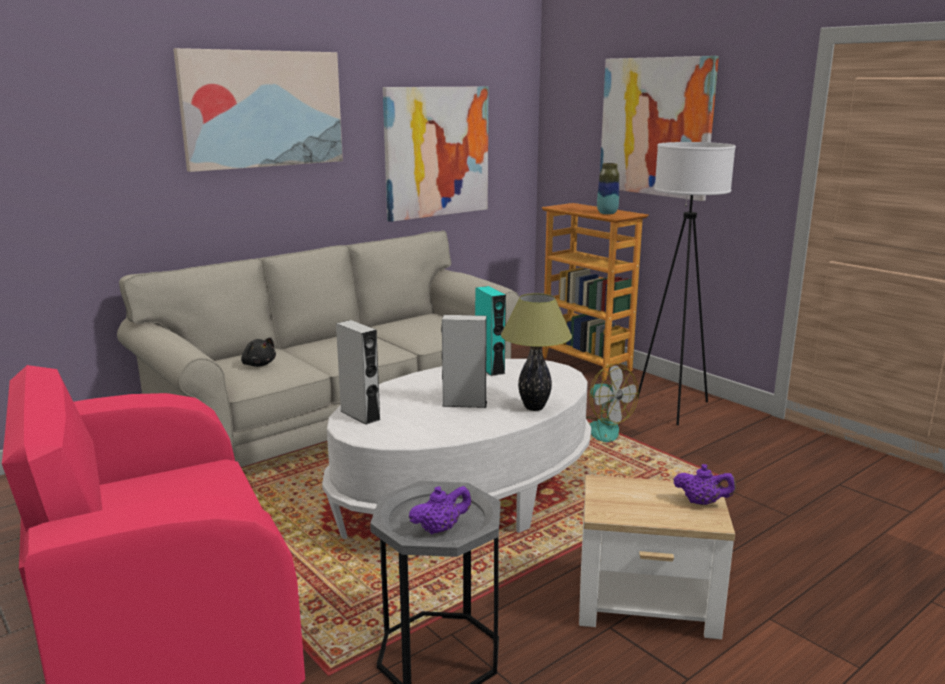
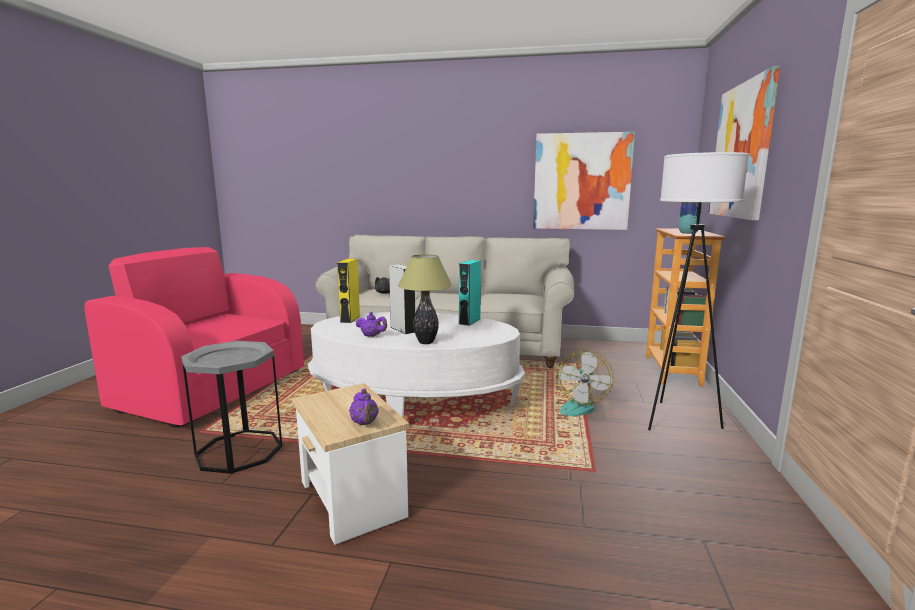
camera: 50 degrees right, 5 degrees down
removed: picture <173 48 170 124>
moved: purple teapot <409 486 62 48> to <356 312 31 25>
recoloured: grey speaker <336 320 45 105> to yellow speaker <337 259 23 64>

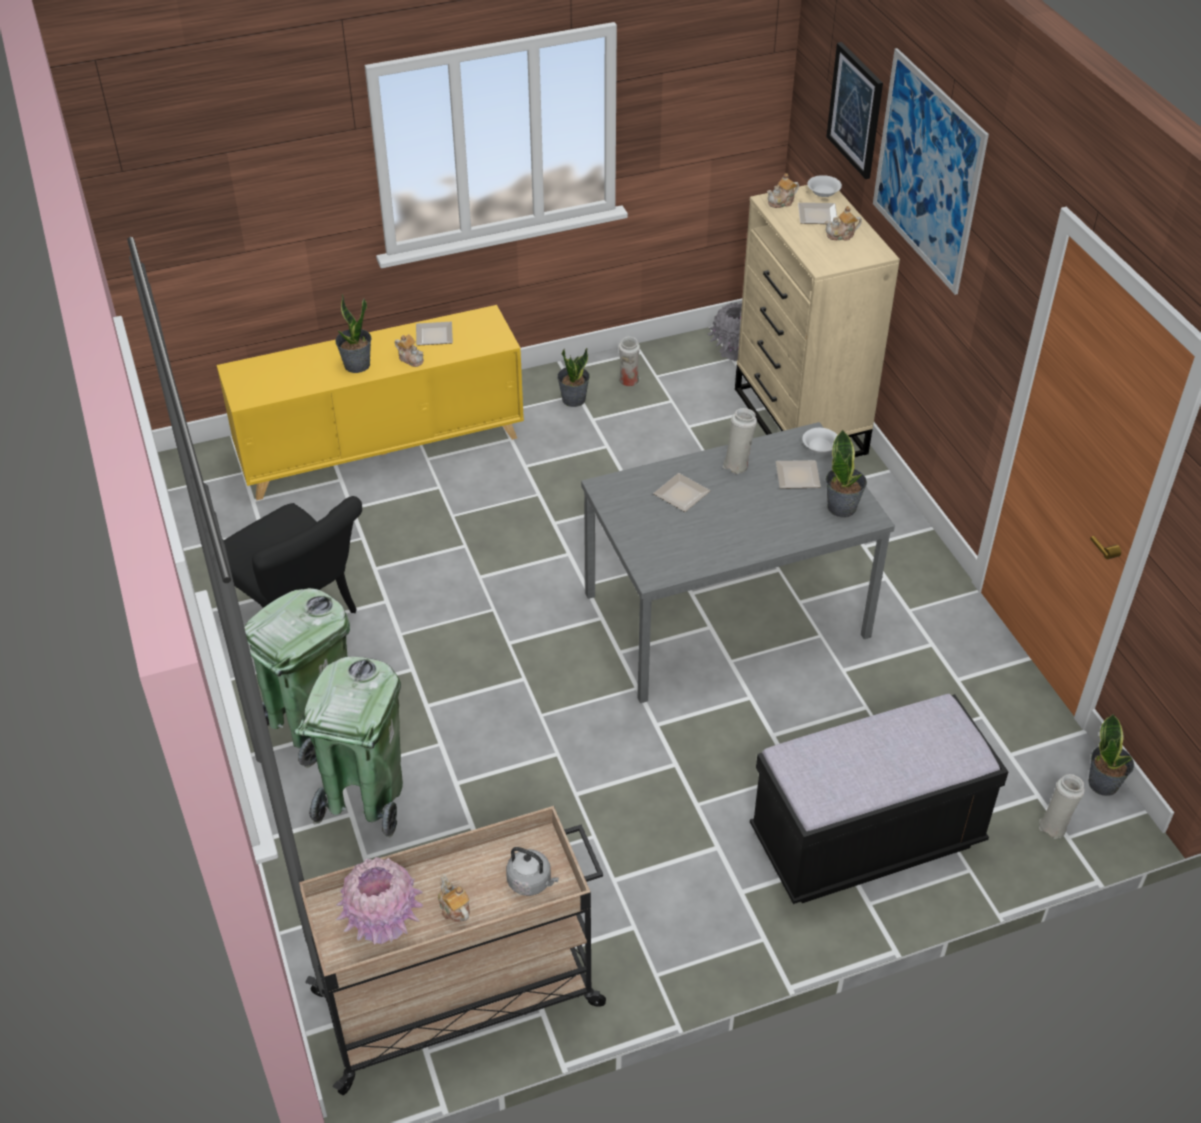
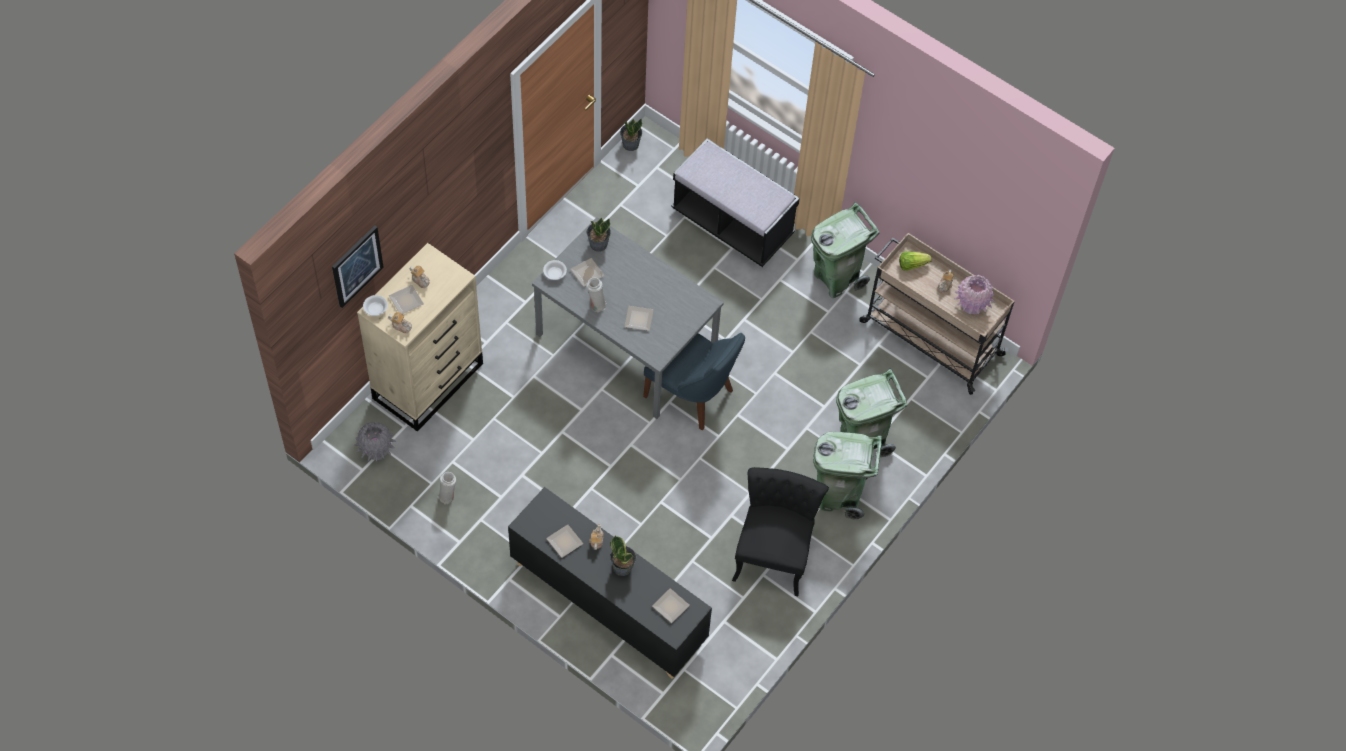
camera: 125 degrees left, 15 degrees up
removed: potted plant <557 348 33 59>; picture <873 48 116 247>; white vase <1039 774 46 65>
added: blue chair <643 333 102 97>; plate <652 588 38 35>; green trash can <811 202 68 96>
replaced: grey kettle <506 847 53 49> to lettuce <899 251 33 20>
recoloured: yellow cabinet <217 305 307 195> to black cabinet <508 487 204 192>

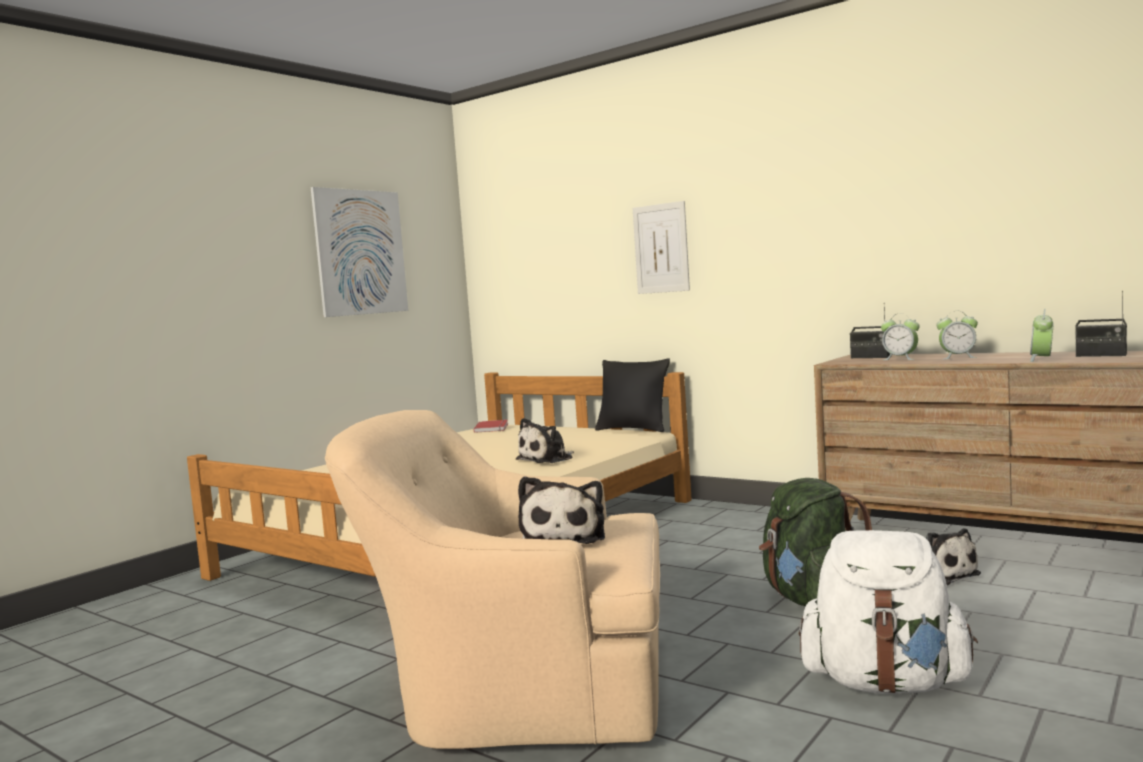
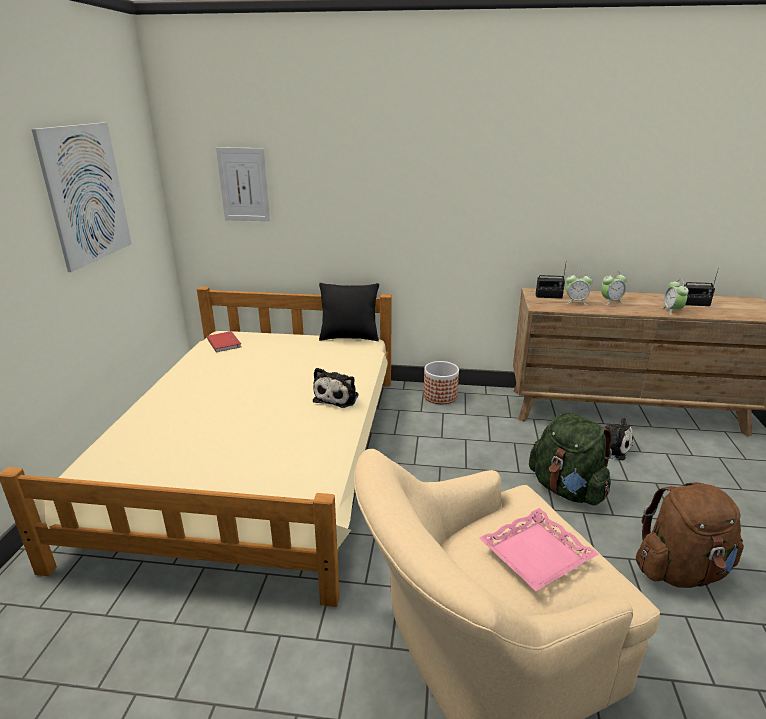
camera: 30 degrees left, 20 degrees up
added: planter <423 361 36 43>
moved: picture <633 201 57 93> to <216 147 54 74>
replaced: plush toy <518 476 87 68> to pink tray <479 508 120 83>
recoloured: white backpack <799 530 179 164> to brown backpack <636 482 108 106>

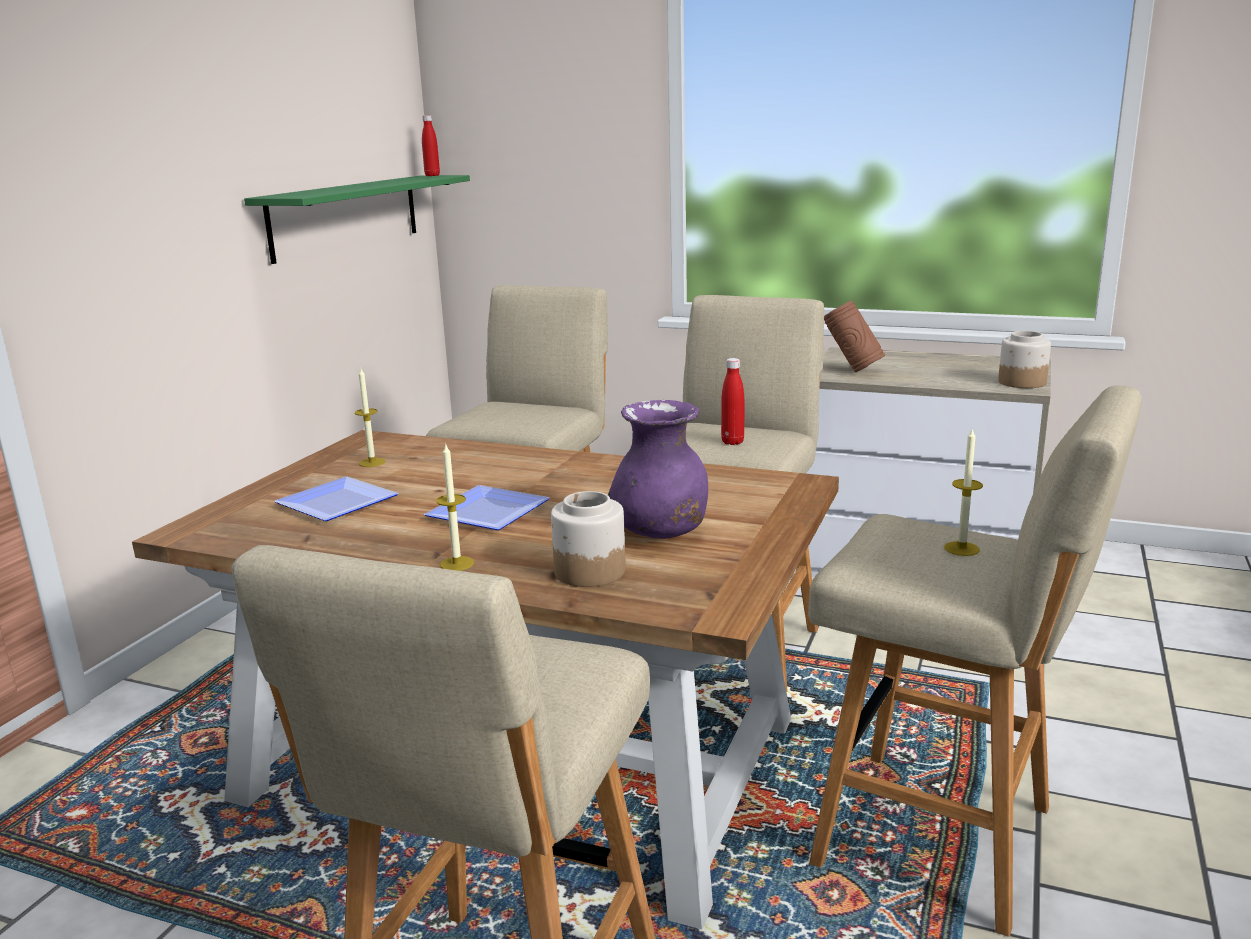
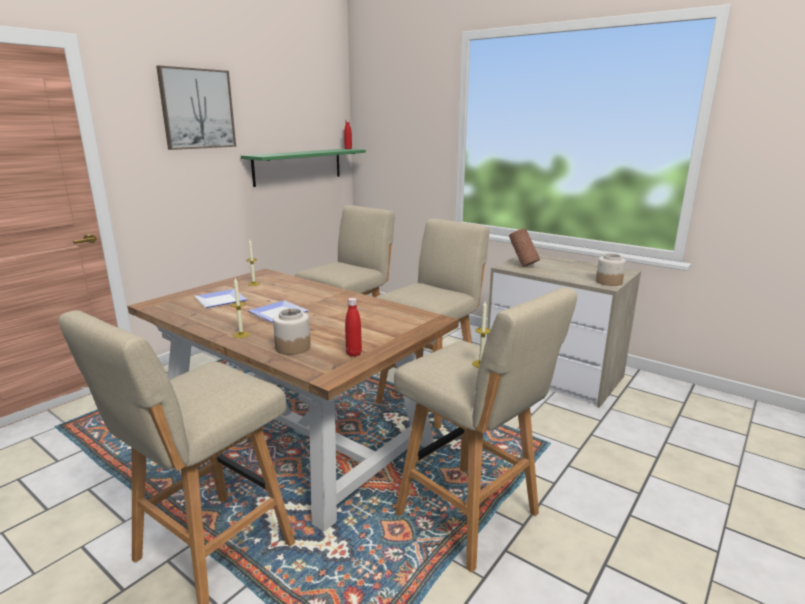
camera: 15 degrees right, 0 degrees up
removed: purple vase <608 400 100 139>
added: picture <156 65 80 85>
moved: red bottle <721 358 23 87> to <345 298 17 59>

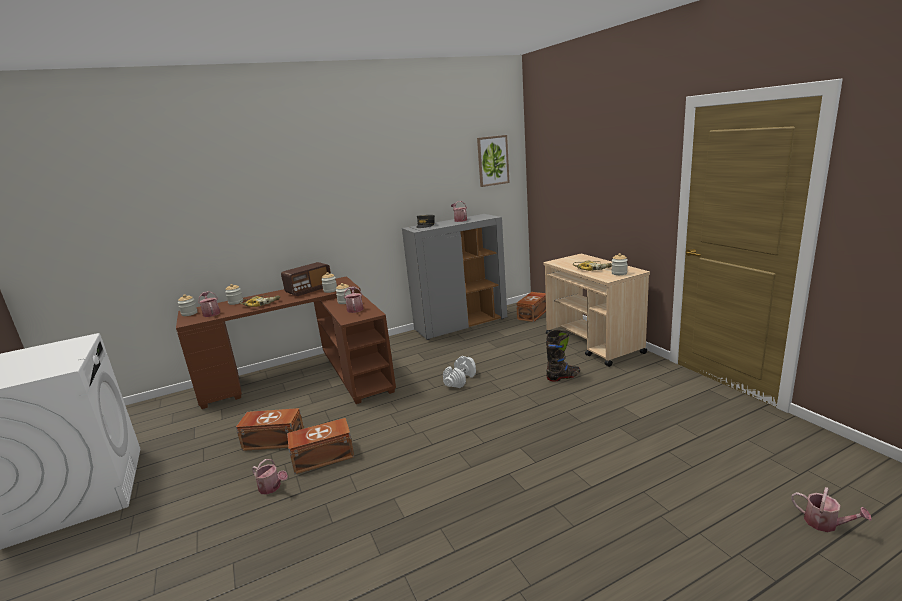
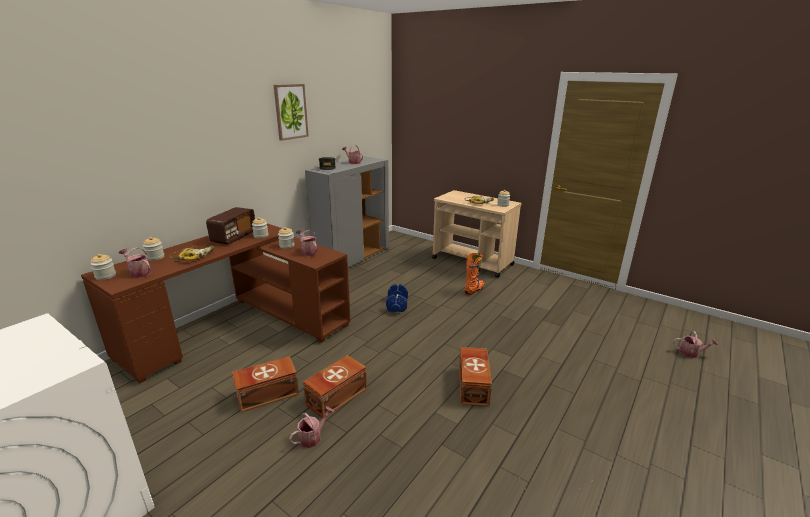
camera: 30 degrees left, 5 degrees up
moved: picture <477 135 32 52> to <274 84 35 57>; brown storage box <516 292 30 30> to <459 347 33 59>
recoloured: white dumbbell <443 356 33 32> to blue dumbbell <386 284 22 28>; black boot <546 330 34 52> to orange boot <465 253 19 42>
turned: watering can <252 459 36 36> = <289 406 45 42> 45 degrees counterclockwise

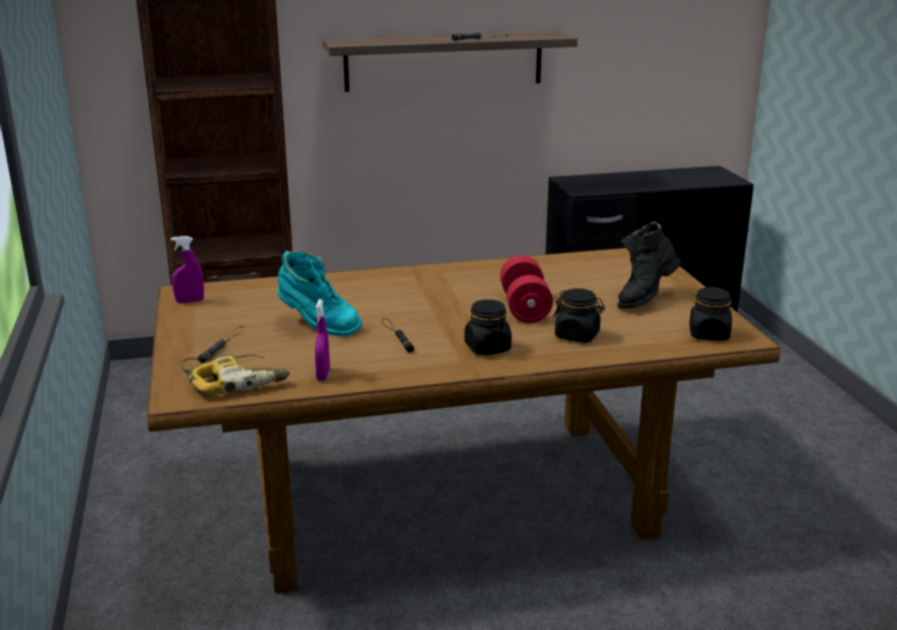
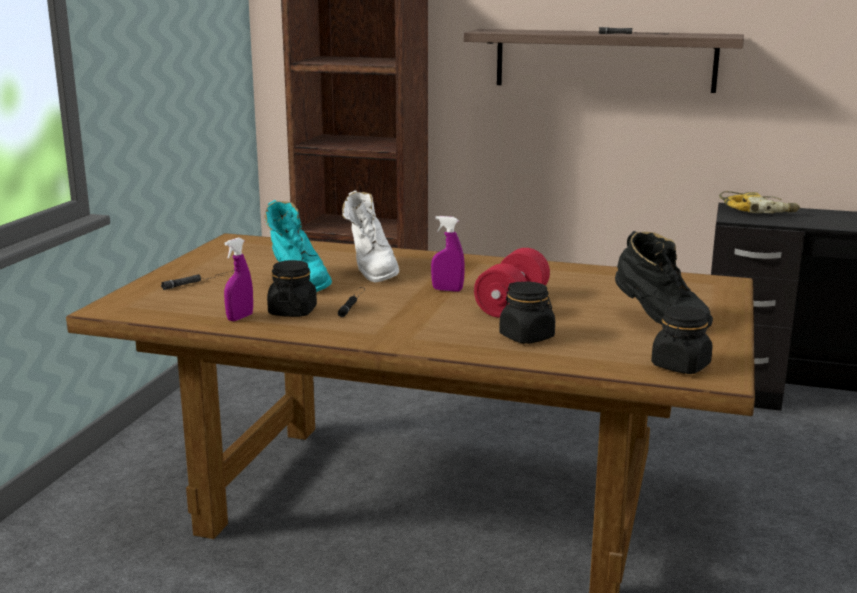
camera: 30 degrees right, 5 degrees down
added: white boot <342 190 57 93>
moved: black jar <465 299 47 56> to <267 260 50 57>; purple spray bottle <171 236 33 67> to <431 216 34 76>; power drill <180 353 110 41> to <719 191 81 22>
turned: black boot <617 221 64 87> = <615 231 98 97> 120 degrees counterclockwise

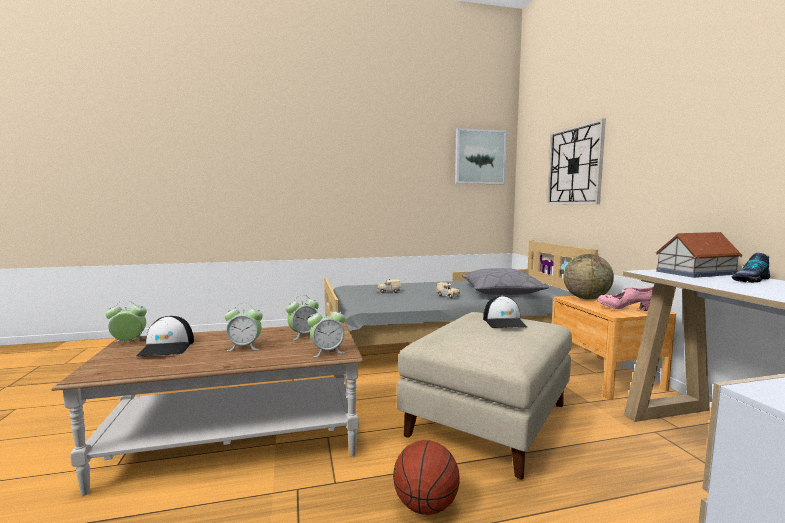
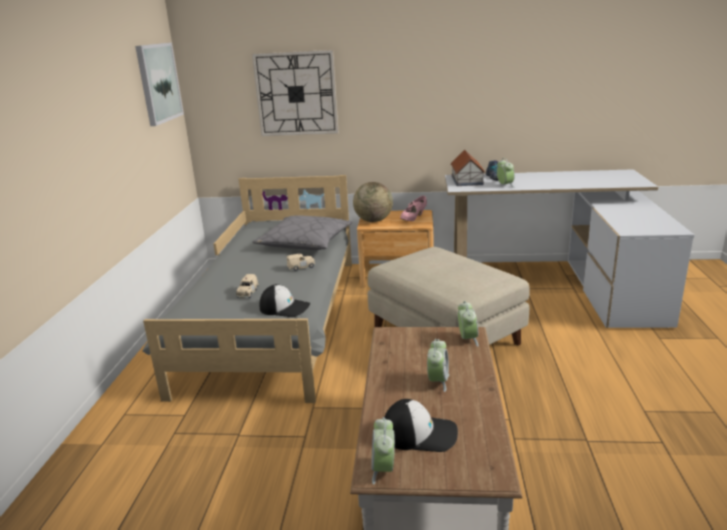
camera: 70 degrees left, 15 degrees up
removed: basketball <393 440 67 75>
moved: cap <483 296 44 32> to <259 284 51 33>; alarm clock <286 295 33 45> to <497 158 18 30>

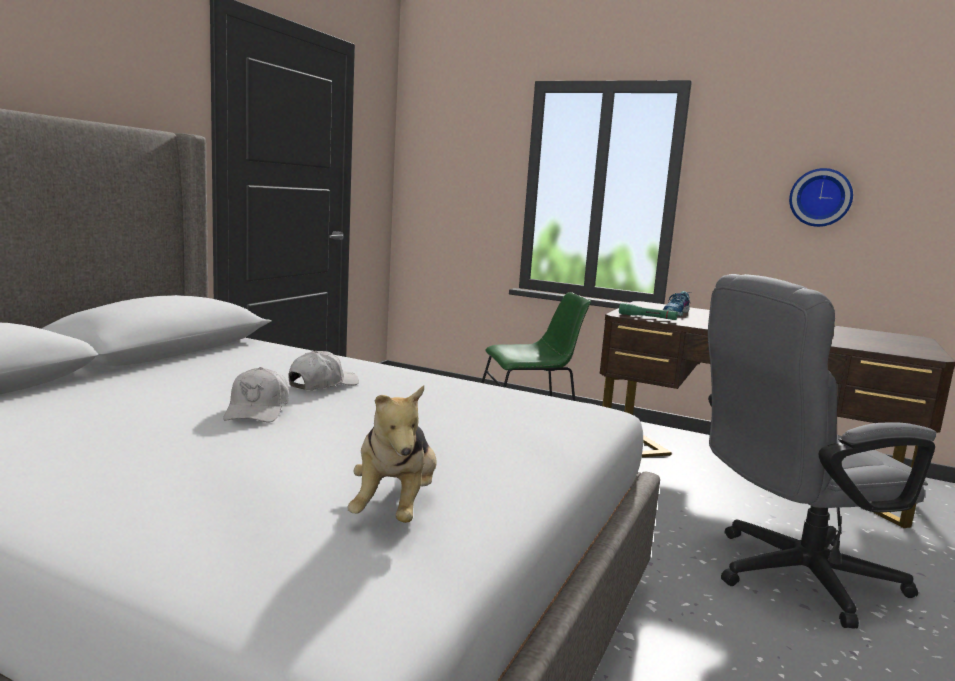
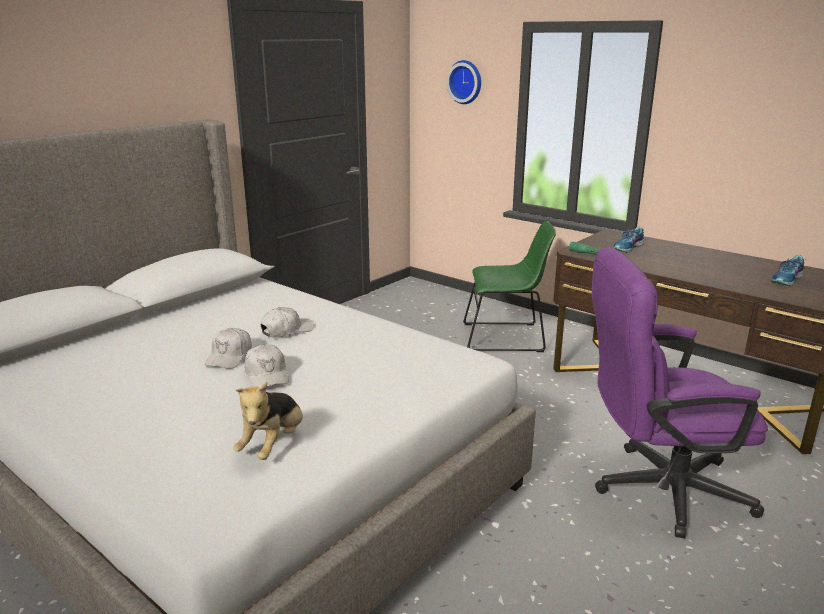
camera: 15 degrees right, 10 degrees up
added: white cap <245 344 44 43>; shoe <771 255 34 31>
moved: wall clock <789 168 64 59> to <446 60 35 44>
recoloured: grey office chair <708 274 228 355> to purple office chair <592 247 176 291>

